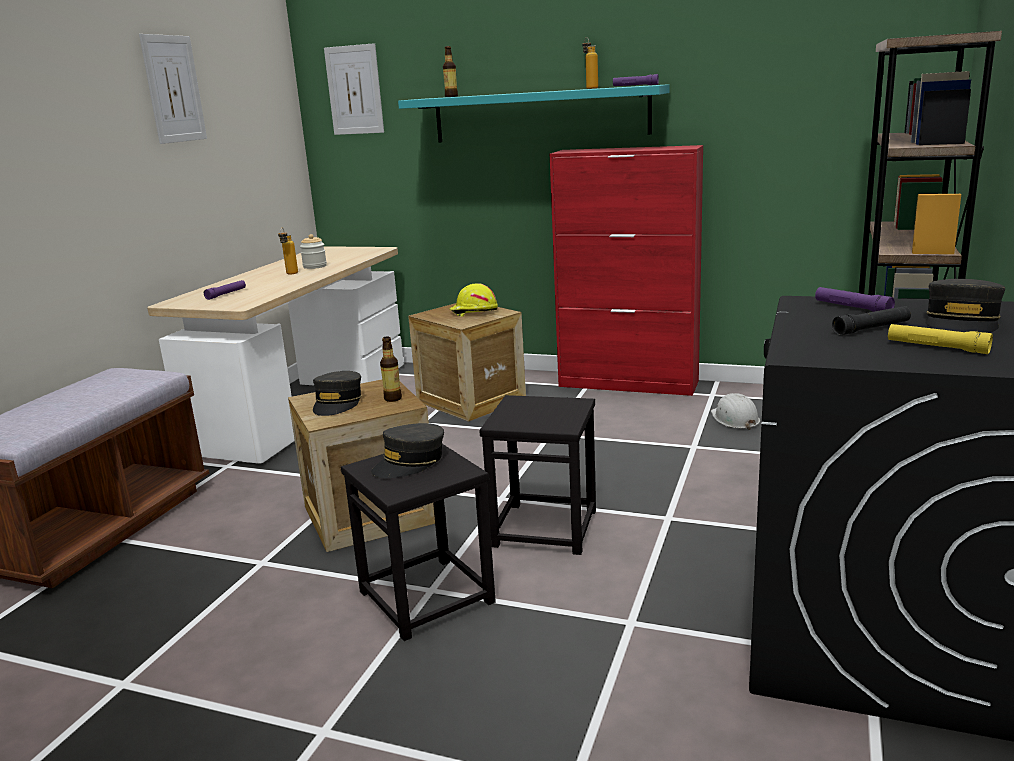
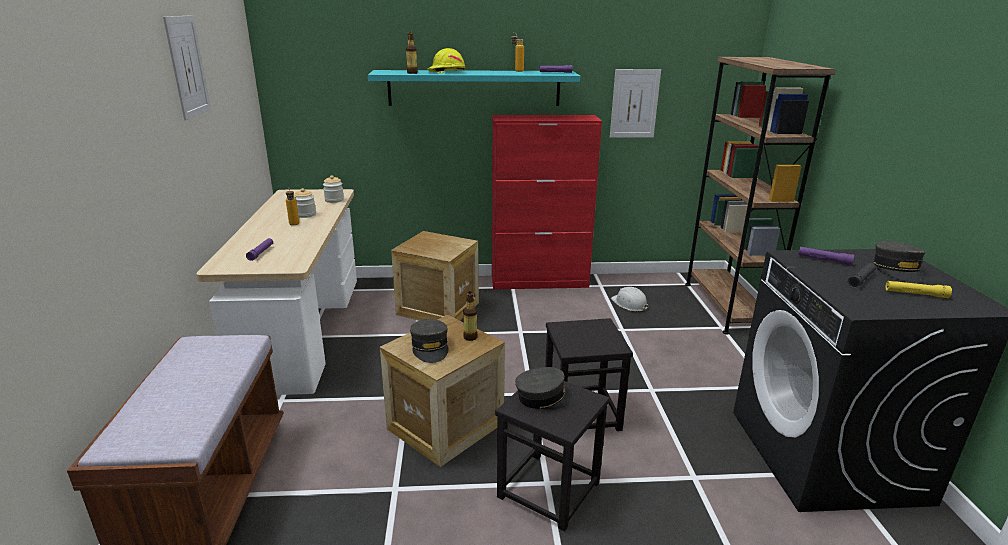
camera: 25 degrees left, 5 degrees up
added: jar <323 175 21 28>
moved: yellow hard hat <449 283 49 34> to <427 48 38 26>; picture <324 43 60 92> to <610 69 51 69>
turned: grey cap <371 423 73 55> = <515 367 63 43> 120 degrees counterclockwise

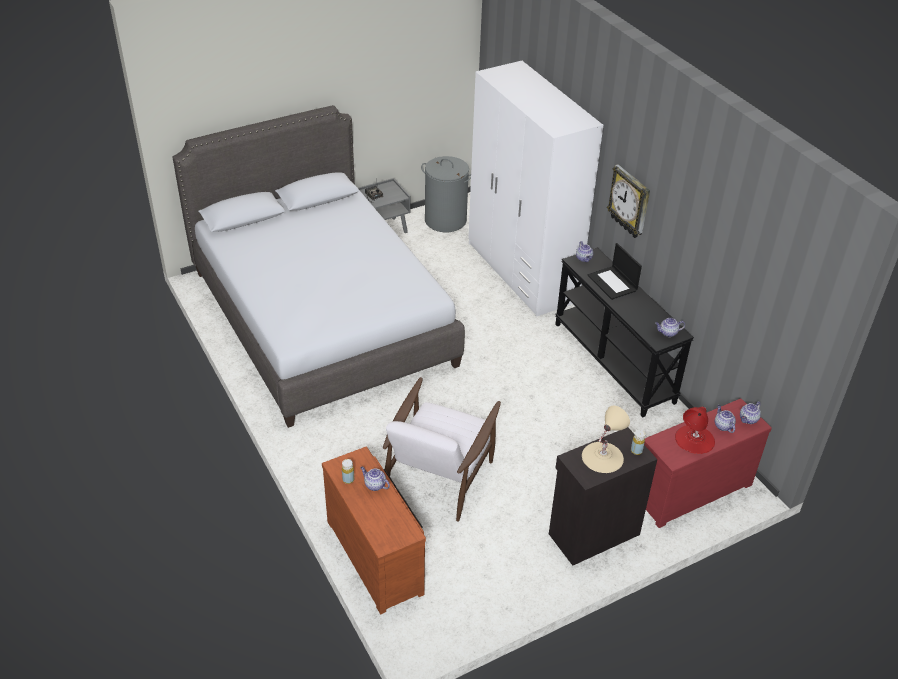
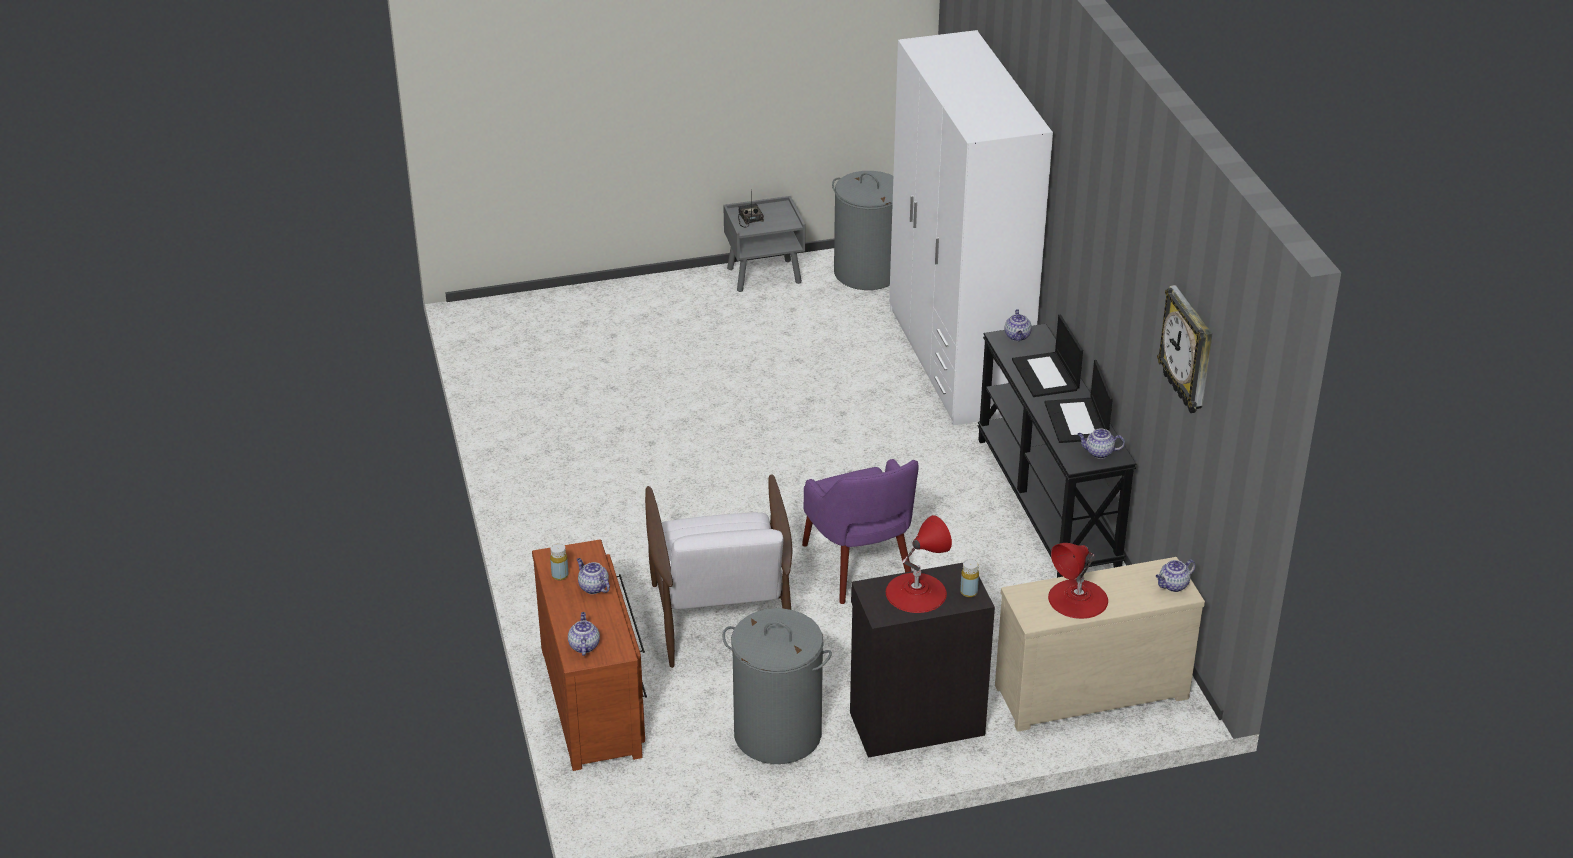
camera: 15 degrees right, 5 degrees down
removed: grey bed <172 105 293 323>
added: grey laundry basket <722 608 110 156>; purple armchair <802 459 117 145>; laptop <1045 360 68 83>
moved: teapot <715 405 21 28> to <568 612 32 44>; wall clock <607 164 43 74> to <1157 285 55 128>
recoloured: beige table lamp <582 406 48 67> to red table lamp <886 515 66 98>; red dresser <644 398 128 130> to beige dresser <995 557 210 175>
turned: white armchair <383 377 118 145> = <645 474 147 194> 45 degrees counterclockwise

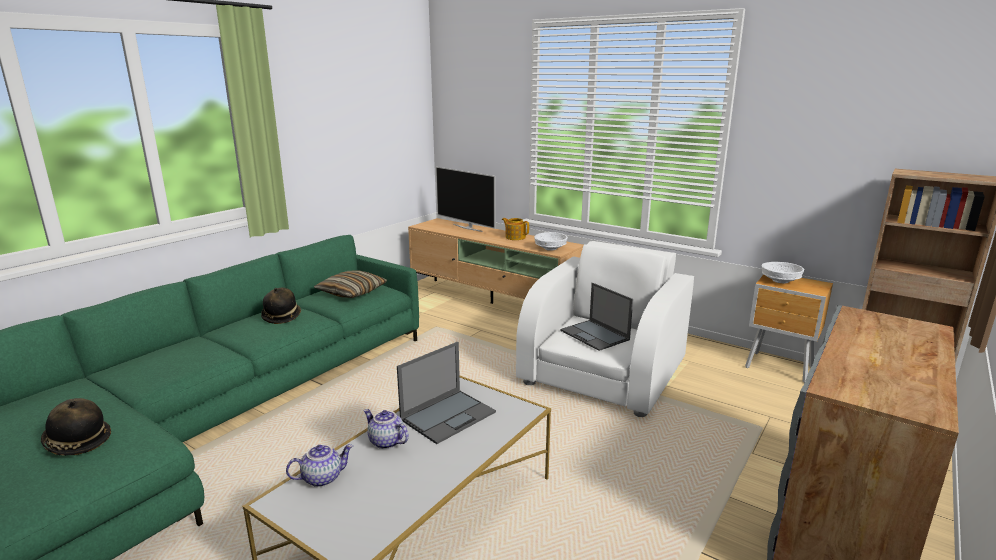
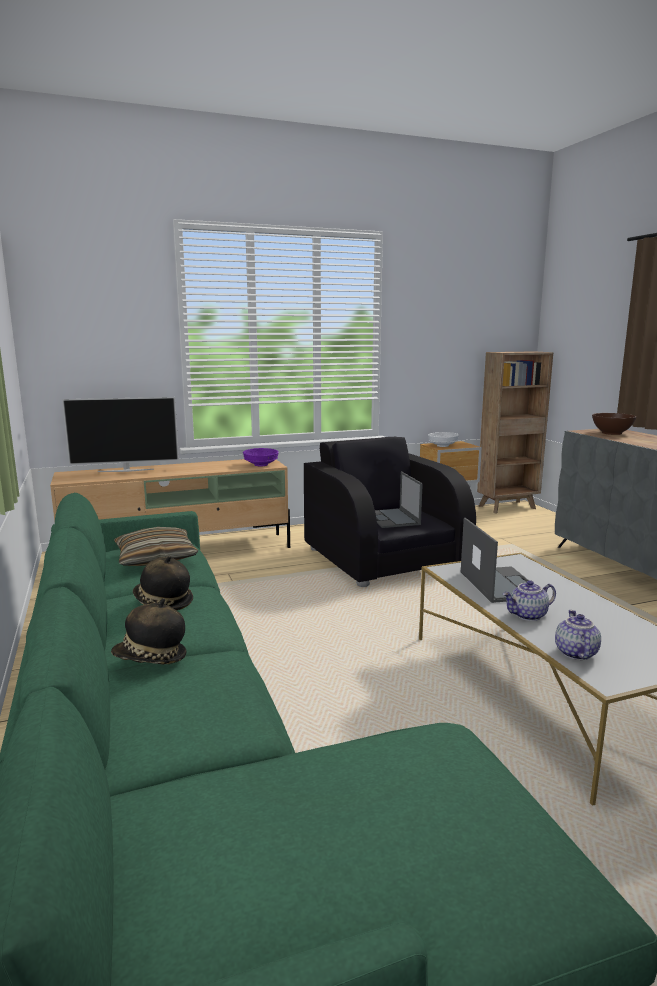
camera: 55 degrees left, 5 degrees down
removed: teapot <502 218 27 22>
added: brown bowl <592 413 44 22>
moved: hat <41 398 70 58> to <111 598 76 66>
recoloured: white bowl <534 232 34 19> to purple bowl <243 448 36 19>; white armchair <516 241 178 176> to black armchair <304 437 172 150>
turned: laptop <560 283 73 68> = <375 472 48 56> 75 degrees clockwise

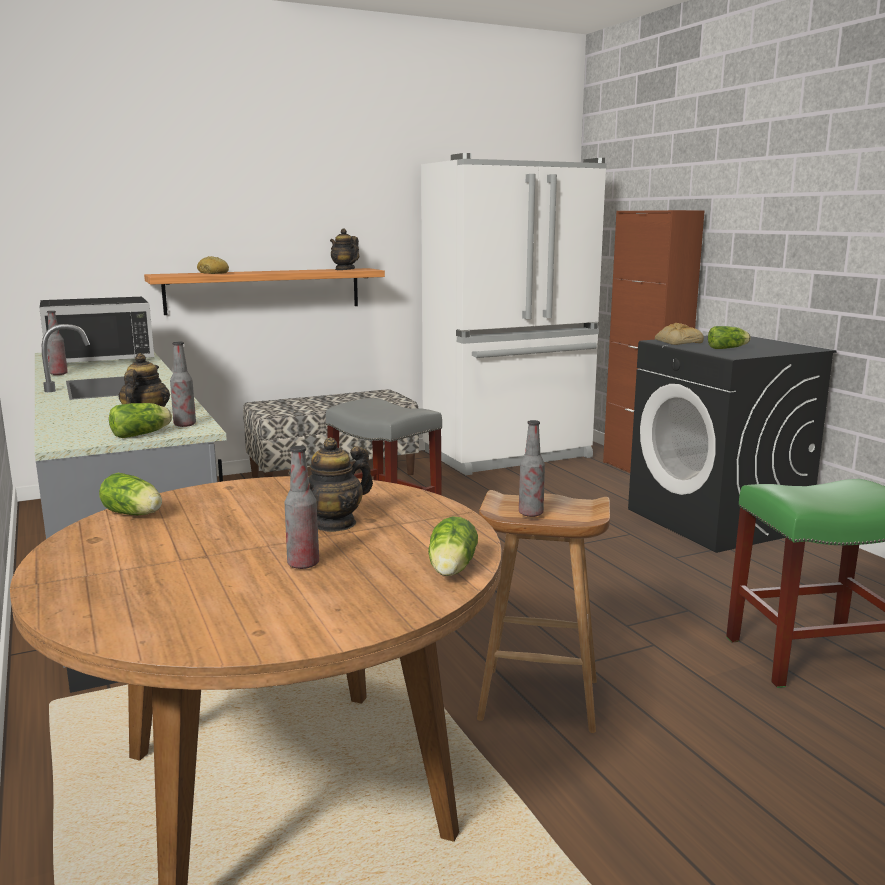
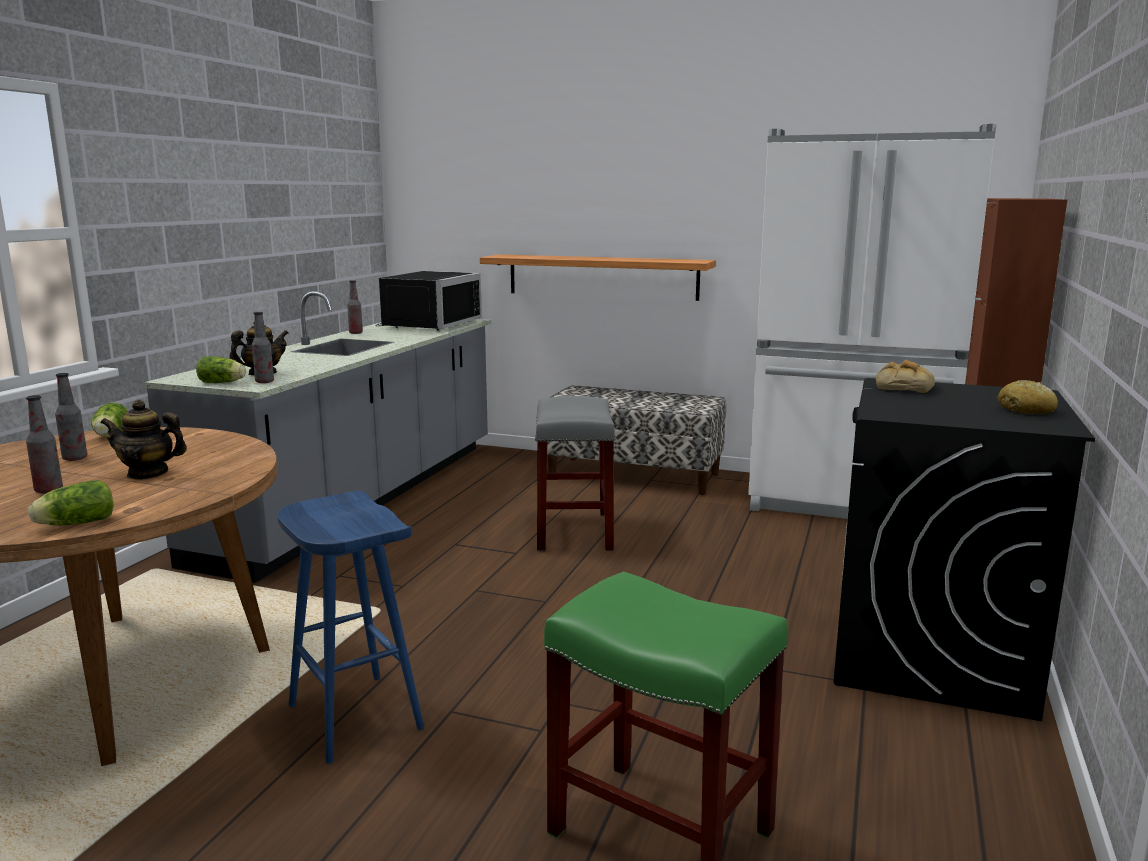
camera: 45 degrees right, 0 degrees up
removed: teapot <330 229 29 41>; lettuce <708 326 43 23>
moved: bottle <519 420 26 97> to <55 373 32 88>; bread <197 256 32 18> to <997 380 61 34>
recoloured: brown stool <477 490 133 243> to blue stool <277 491 147 273>
turned: black microwave <39 297 115 67> = <375 271 107 59> 90 degrees counterclockwise

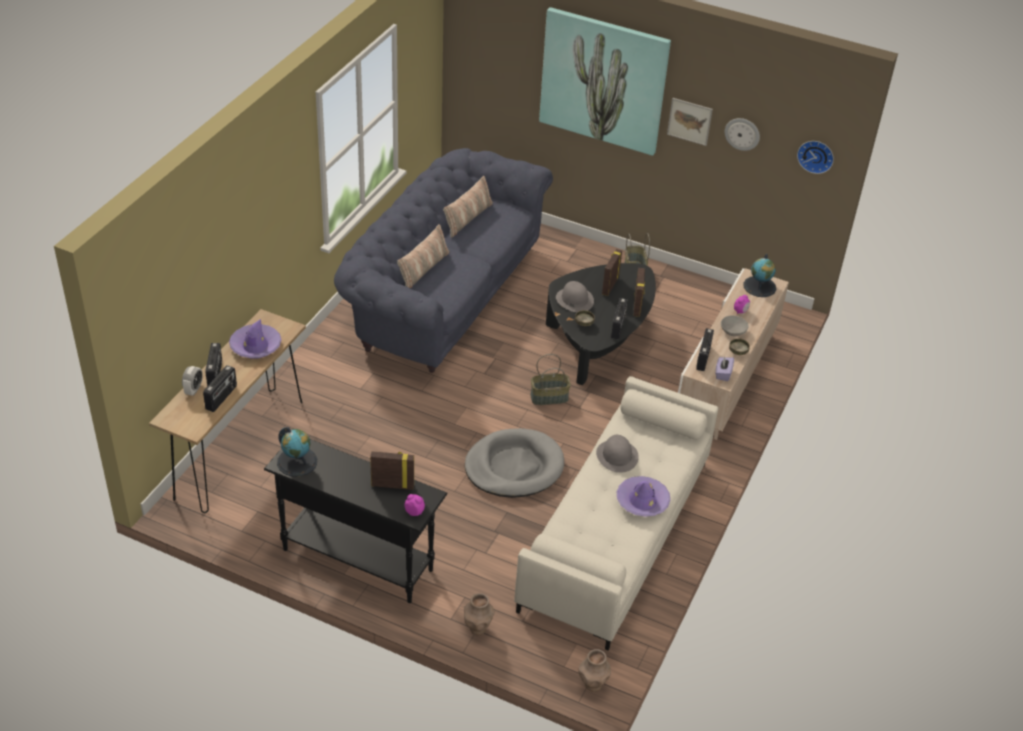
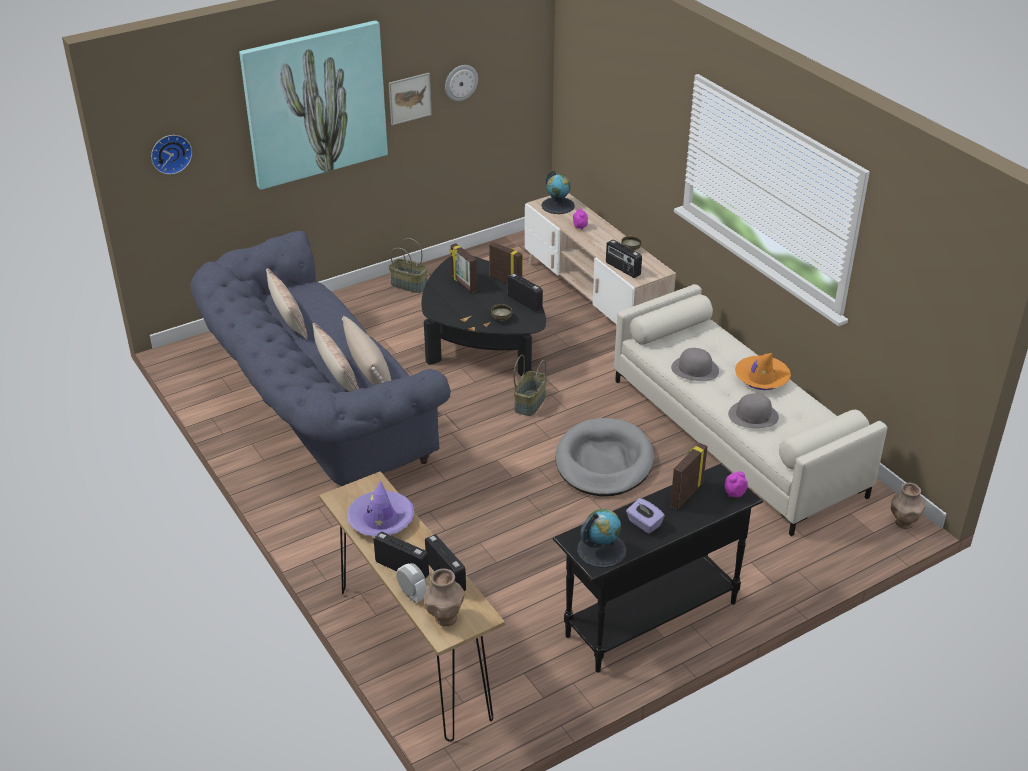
camera: 55 degrees left, 5 degrees down
removed: grey bowl <721 315 28 21>
added: beige pillow <342 316 49 70>
moved: wall clock <797 141 37 33> to <151 135 41 40>; brown vase <464 593 31 42> to <424 568 41 58>; purple tissue box <715 356 19 25> to <626 498 39 36>; grey hat <556 281 38 31> to <728 393 51 35>
recoloured: purple hat <617 476 53 41> to orange hat <735 353 56 37>

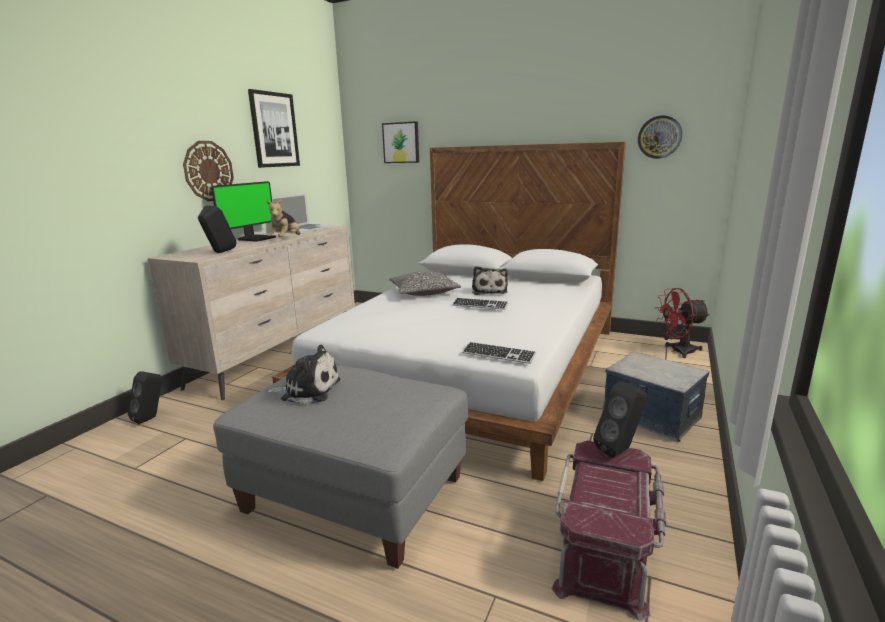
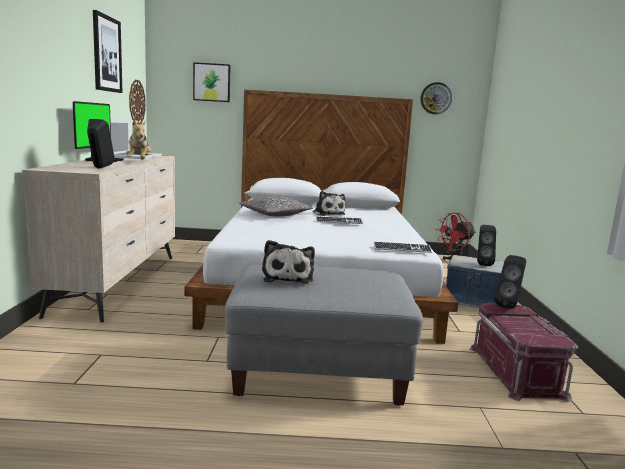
camera: 25 degrees left, 5 degrees down
moved: wall clock <183 141 51 60> to <129 80 17 44>; black speaker <128 371 34 53> to <477 225 19 41>
turned: plush toy <266 345 74 59> = <262 240 53 43> 105 degrees clockwise

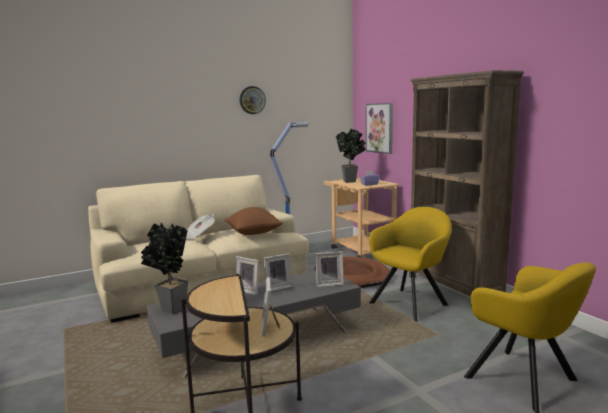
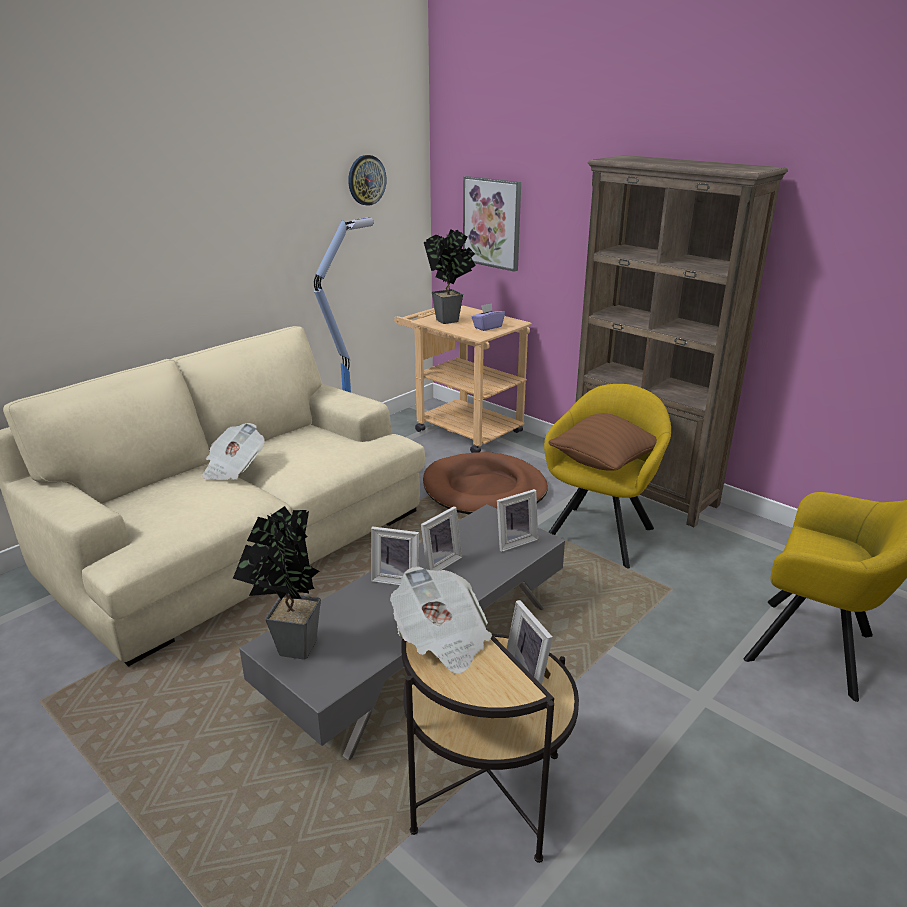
camera: 20 degrees left, 15 degrees up
added: newspaper <390 566 102 107>
moved: wall clock <239 86 27 28> to <348 155 39 51>; brown pillow <224 207 59 28> to <549 413 108 58>

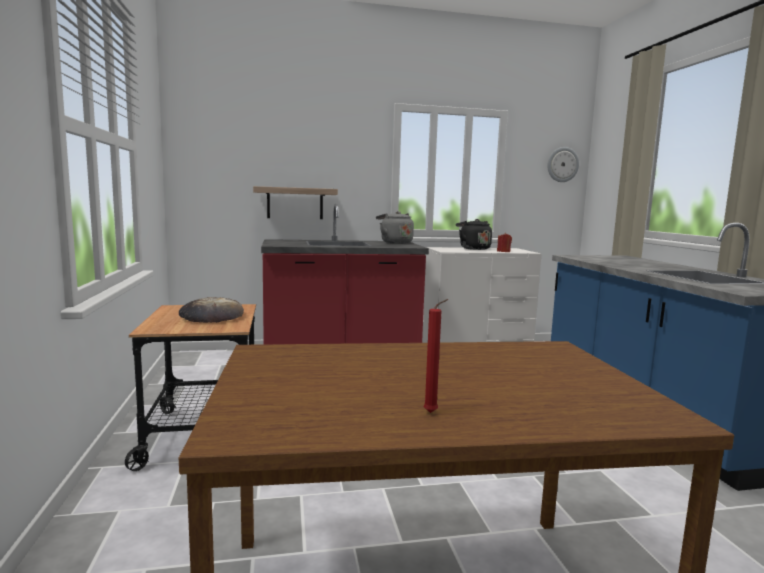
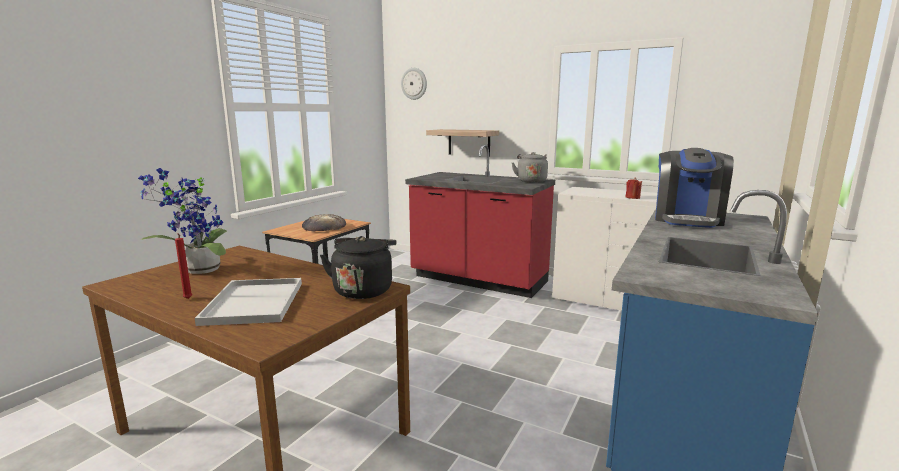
camera: 40 degrees right, 5 degrees up
added: potted plant <138 168 89 106>; white tray <195 278 107 48>; coffee machine <655 148 79 80>
moved: black kettle <456 219 36 31> to <320 236 76 63>; wall clock <547 147 32 35> to <401 68 26 32>

